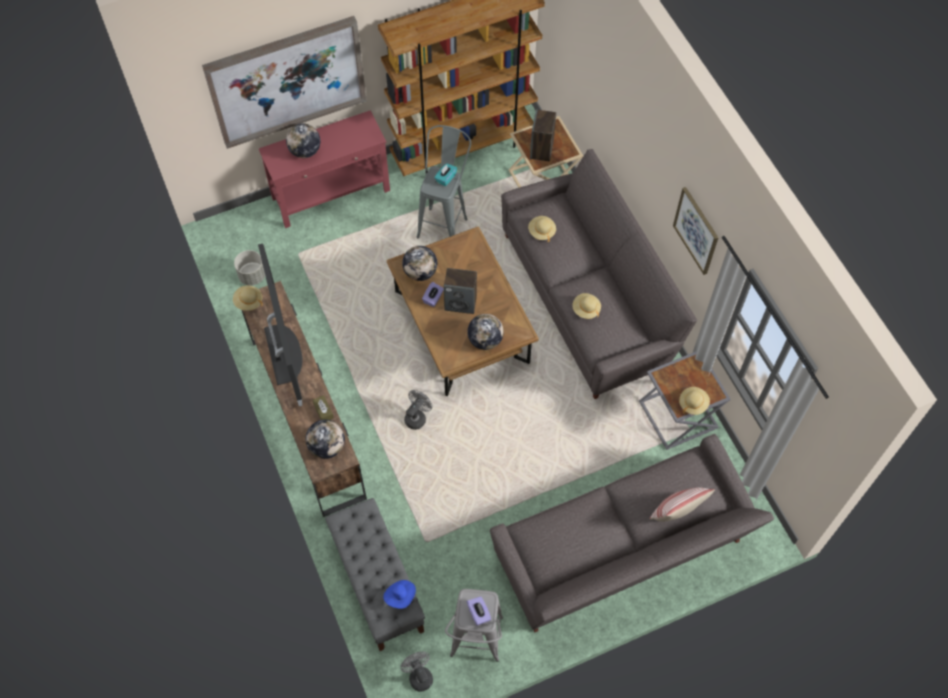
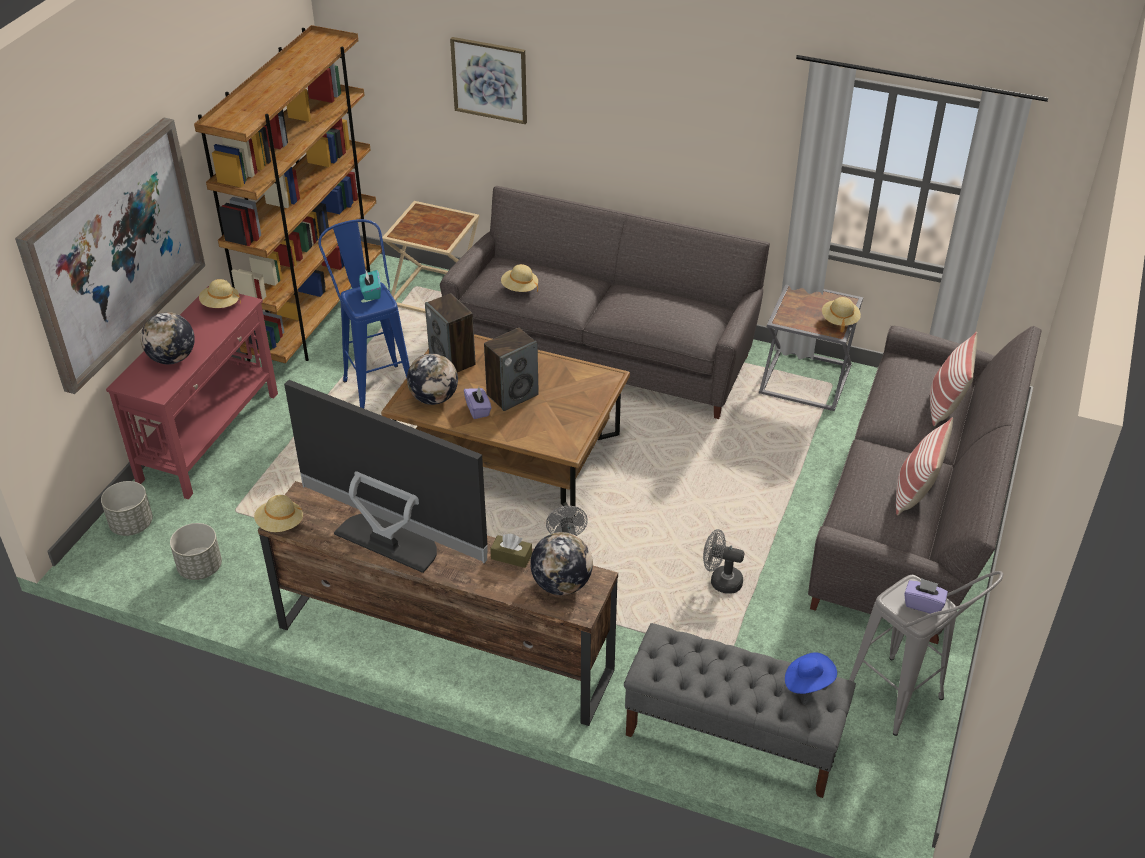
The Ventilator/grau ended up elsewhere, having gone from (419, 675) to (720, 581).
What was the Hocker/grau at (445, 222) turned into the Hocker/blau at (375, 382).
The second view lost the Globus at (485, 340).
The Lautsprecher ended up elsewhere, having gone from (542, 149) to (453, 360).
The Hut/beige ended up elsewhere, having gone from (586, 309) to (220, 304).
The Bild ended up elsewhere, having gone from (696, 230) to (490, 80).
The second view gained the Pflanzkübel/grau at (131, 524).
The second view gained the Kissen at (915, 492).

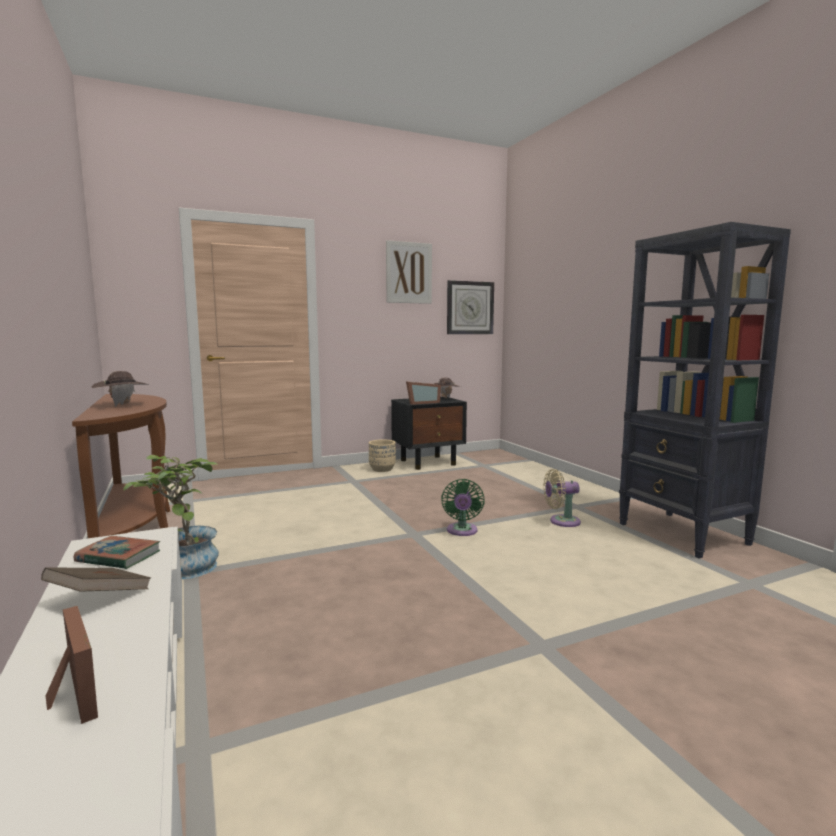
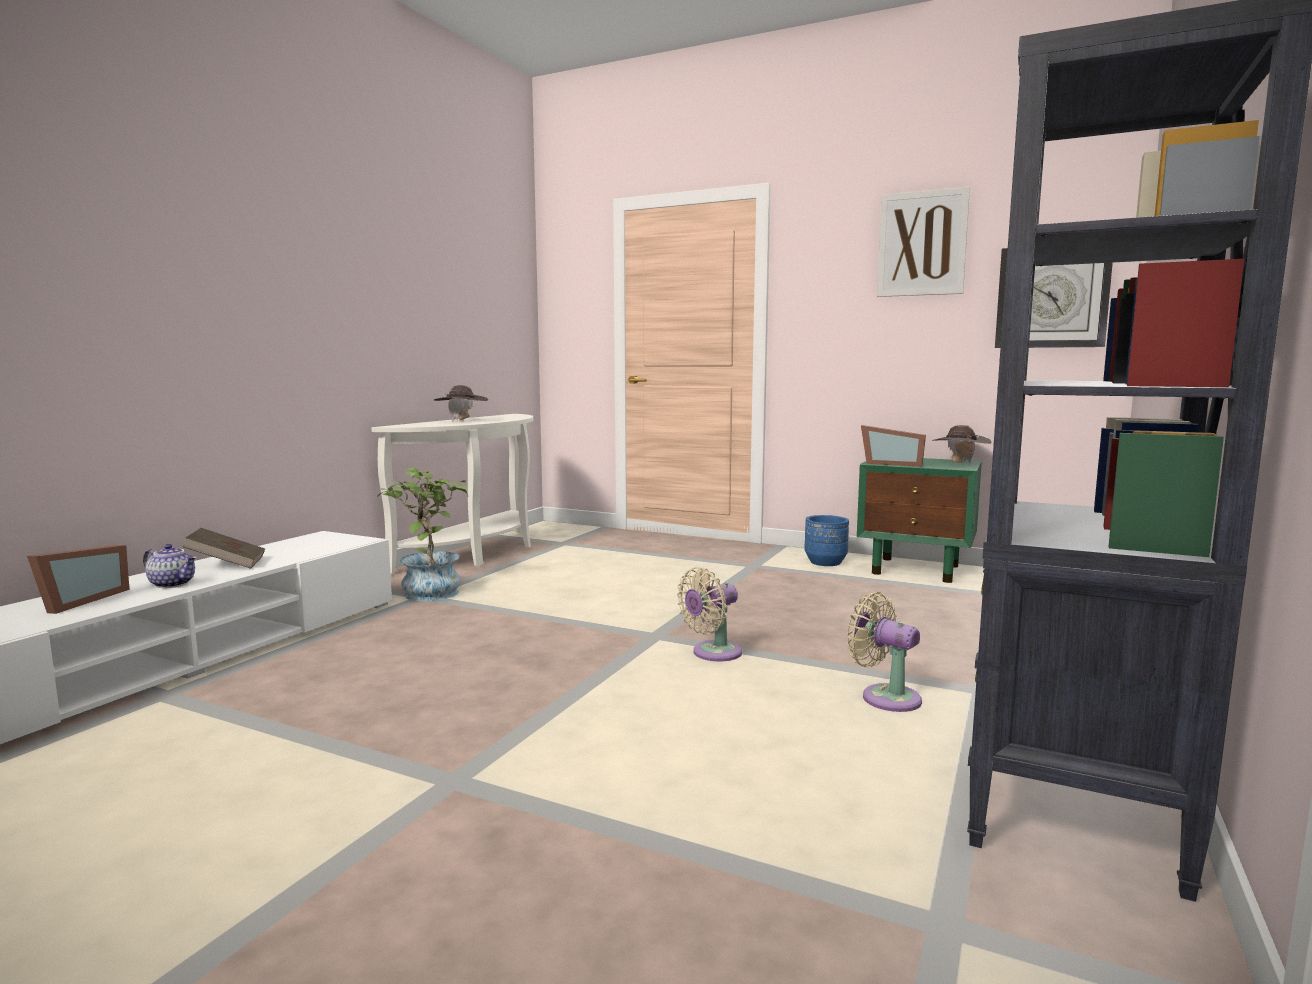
What was the Konsolentisch/braun at (135, 527) turned into the Konsolentisch/weiß at (479, 553).
The second view lost the Buch at (118, 557).
What was the Pflanzkübel/beige at (382, 469) turned into the Pflanzkübel/blau at (825, 562).
What was the Nachttisch/schwarz at (428, 462) turned into the Nachttisch/grün at (917, 570).
What was the Ventilator/grün at (462, 531) turned into the Ventilator/beige at (712, 653).
The second view gained the Teekanne at (173, 584).

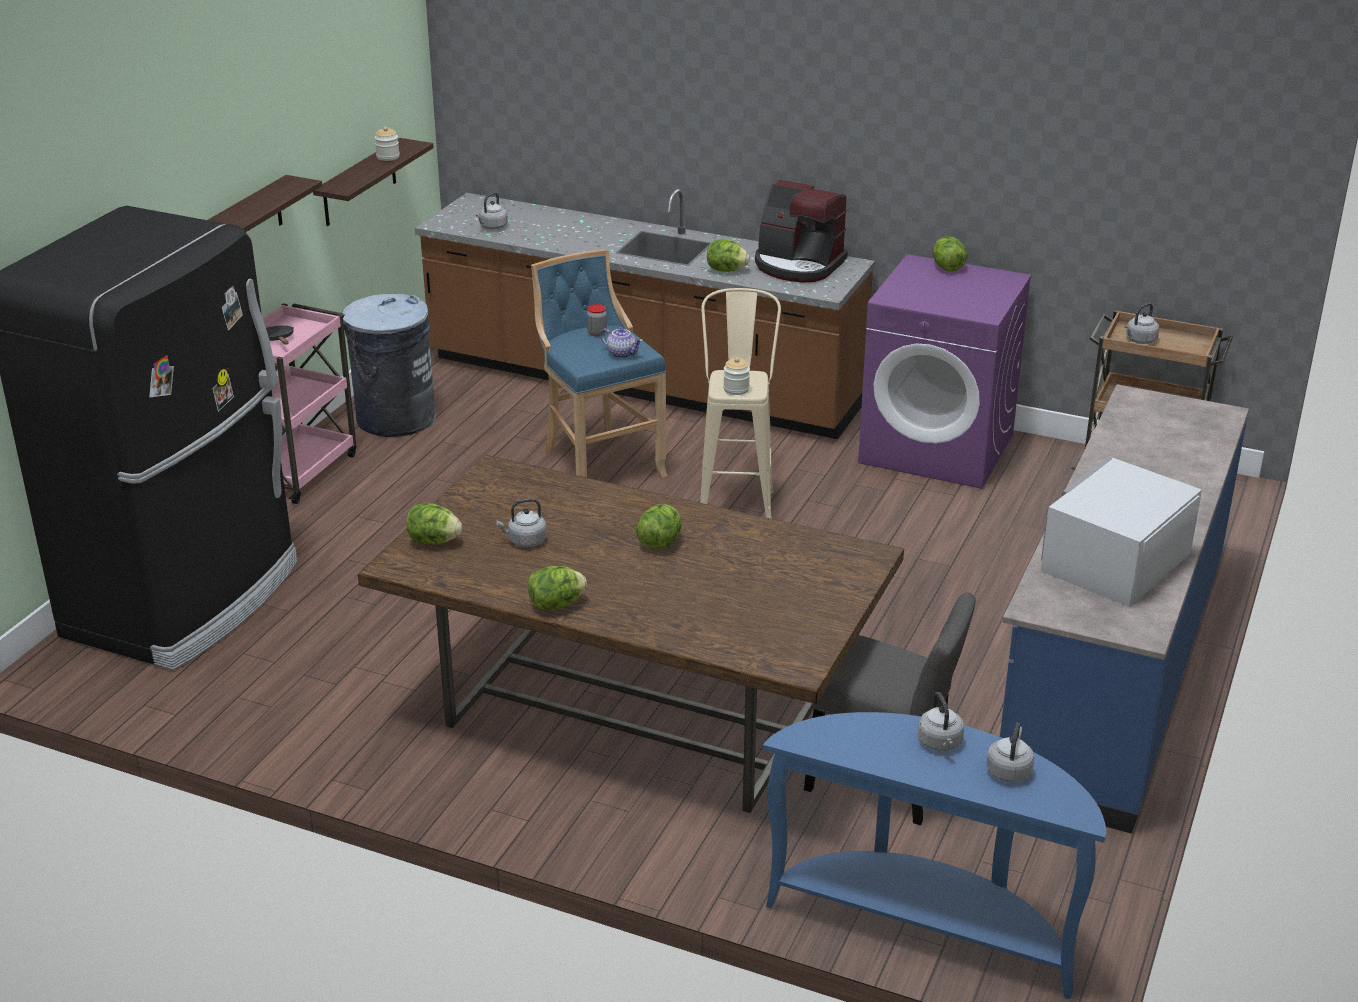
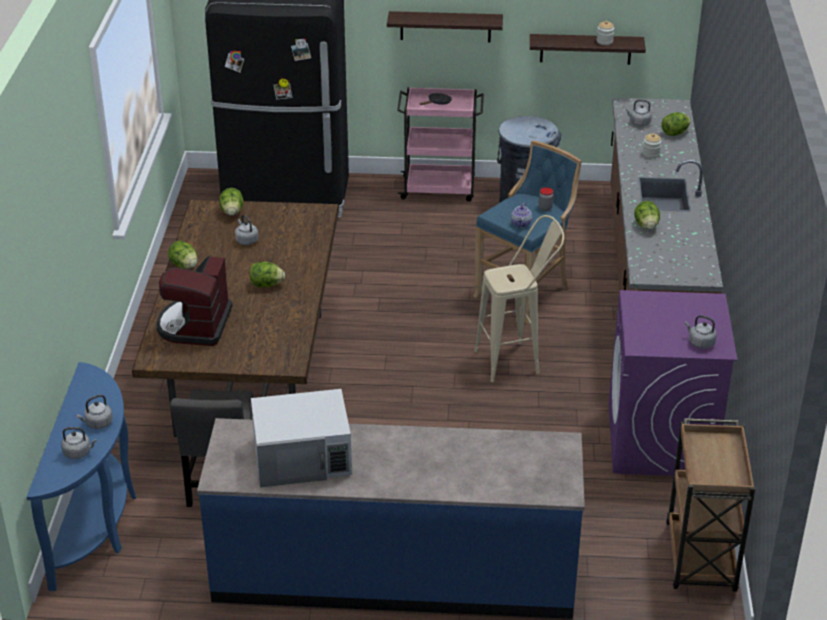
The Vorratsglas ended up elsewhere, having gone from (736, 389) to (651, 154).
The Kaffeemaschine ended up elsewhere, having gone from (798, 265) to (195, 325).
The Salatkopf ended up elsewhere, having gone from (947, 267) to (675, 133).
The Mikrowelle/weiß at (1114, 562) ended up facing another way, 150 degrees clockwise from before.
The Wasserkessel/grau ended up elsewhere, having gone from (1139, 340) to (700, 342).

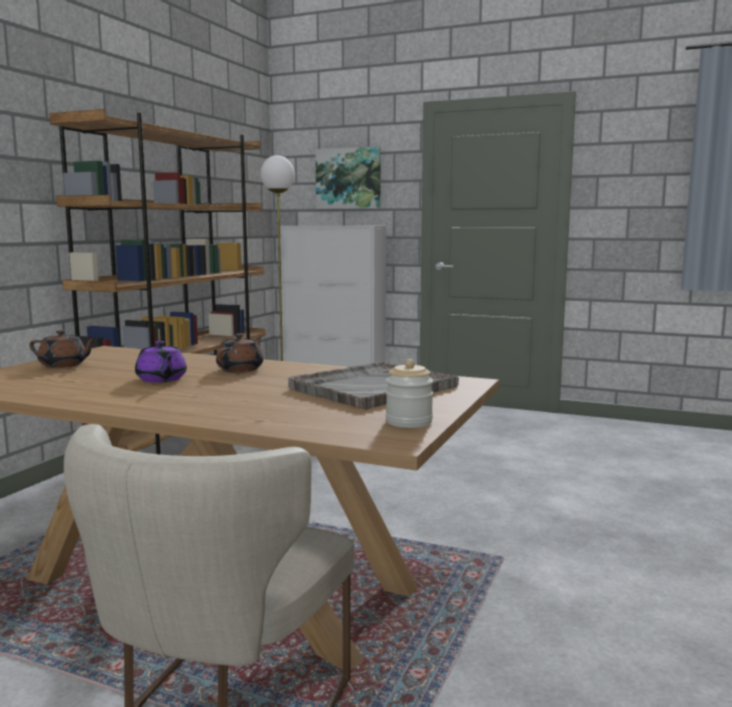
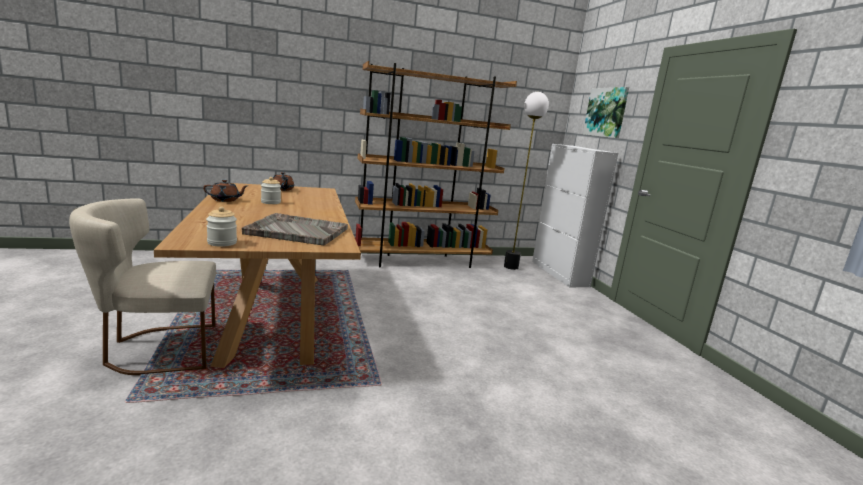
Where the Teekanne/lila stood at (161, 379), the Vorratsglas came to stand at (270, 202).
The Teekanne/braun ended up elsewhere, having gone from (241, 369) to (225, 200).

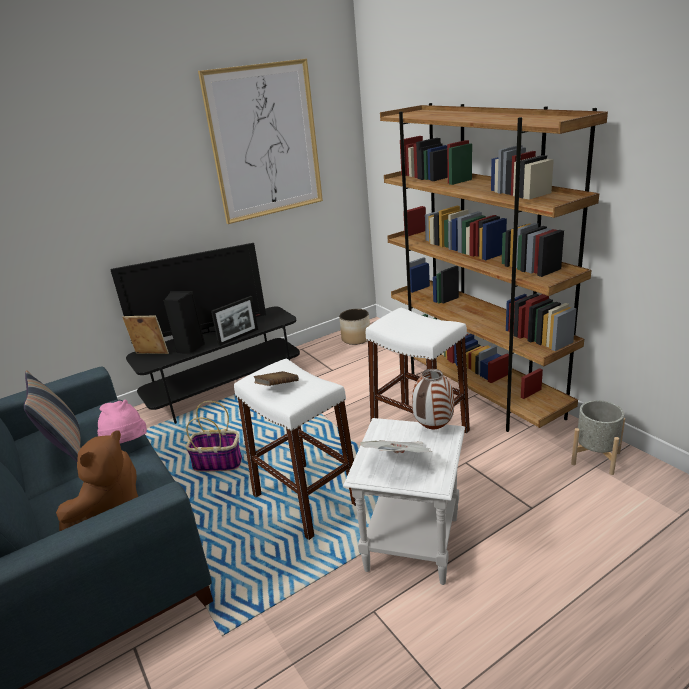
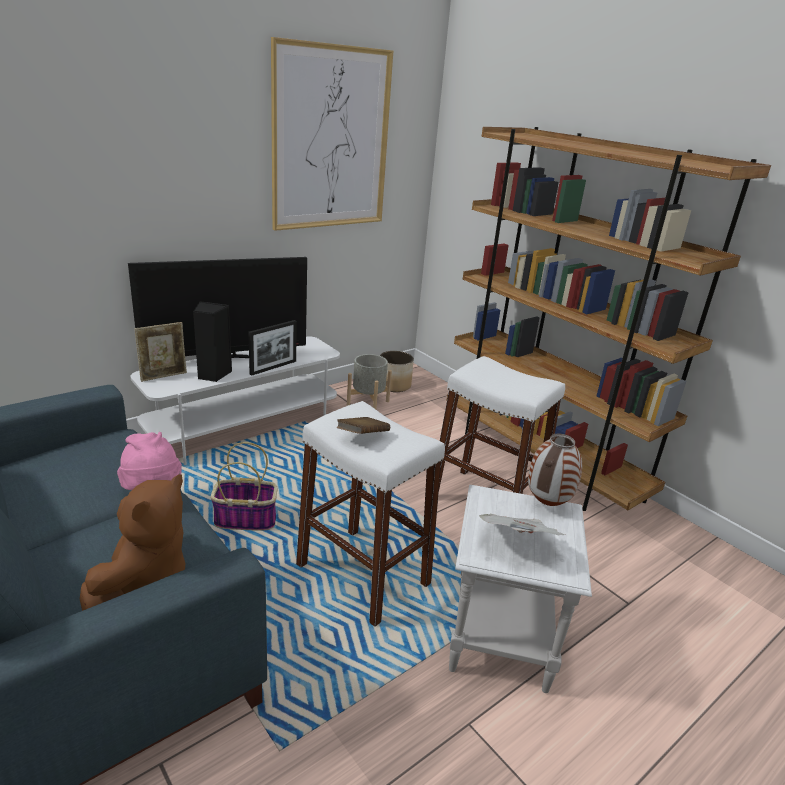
The second view lost the Kissen at (66, 448).
The Bilderrahmen at (151, 354) ended up facing another way, 135 degrees clockwise from before.
What was the Fernsehschrank/schwarz at (226, 389) turned into the Fernsehschrank/weiß at (245, 428).
The Pflanzkübel/grau ended up elsewhere, having gone from (595, 458) to (368, 403).

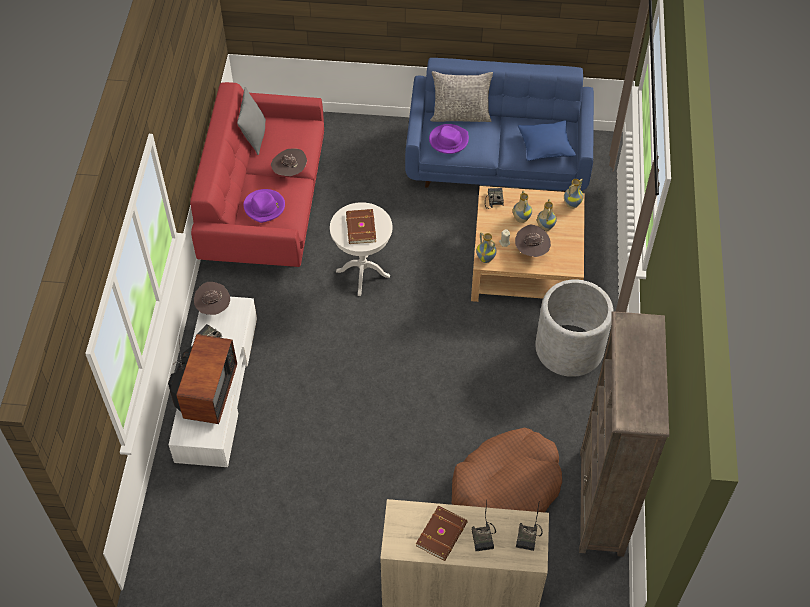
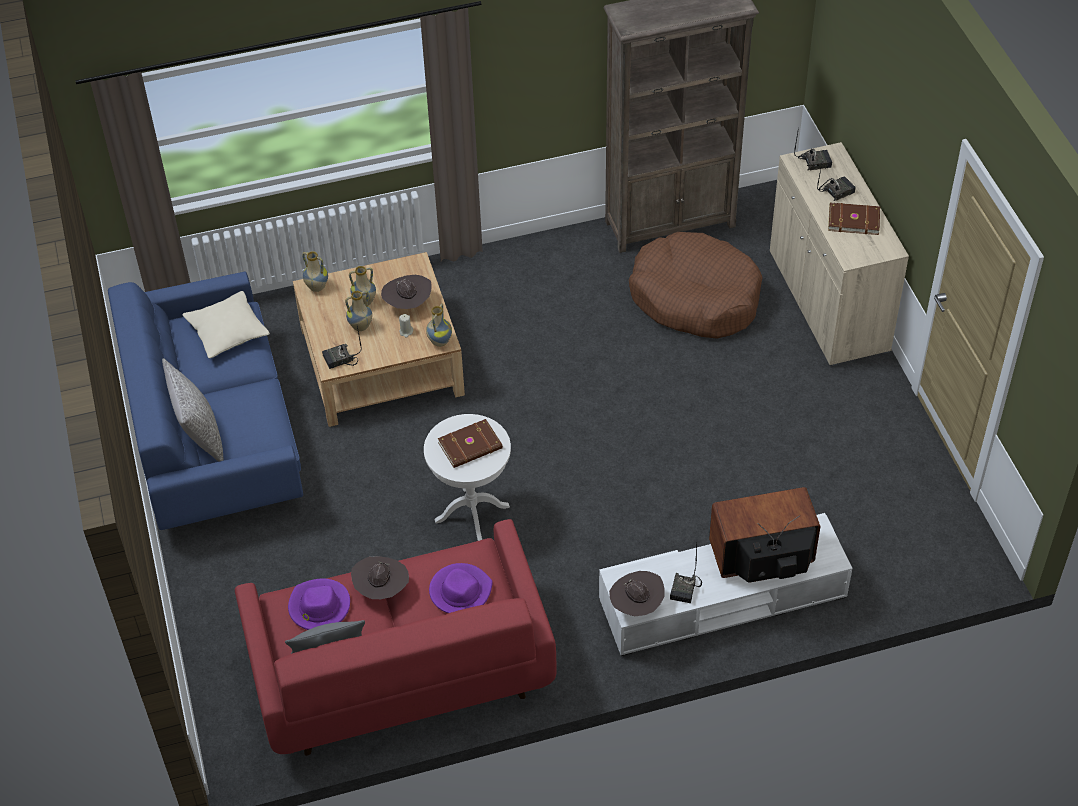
The Hut/lila ended up elsewhere, having gone from (448, 140) to (319, 607).
What was the Kissen/blau at (545, 146) turned into the Kissen/beige at (227, 332).
The second view lost the Pflanzkübel/grau at (569, 348).

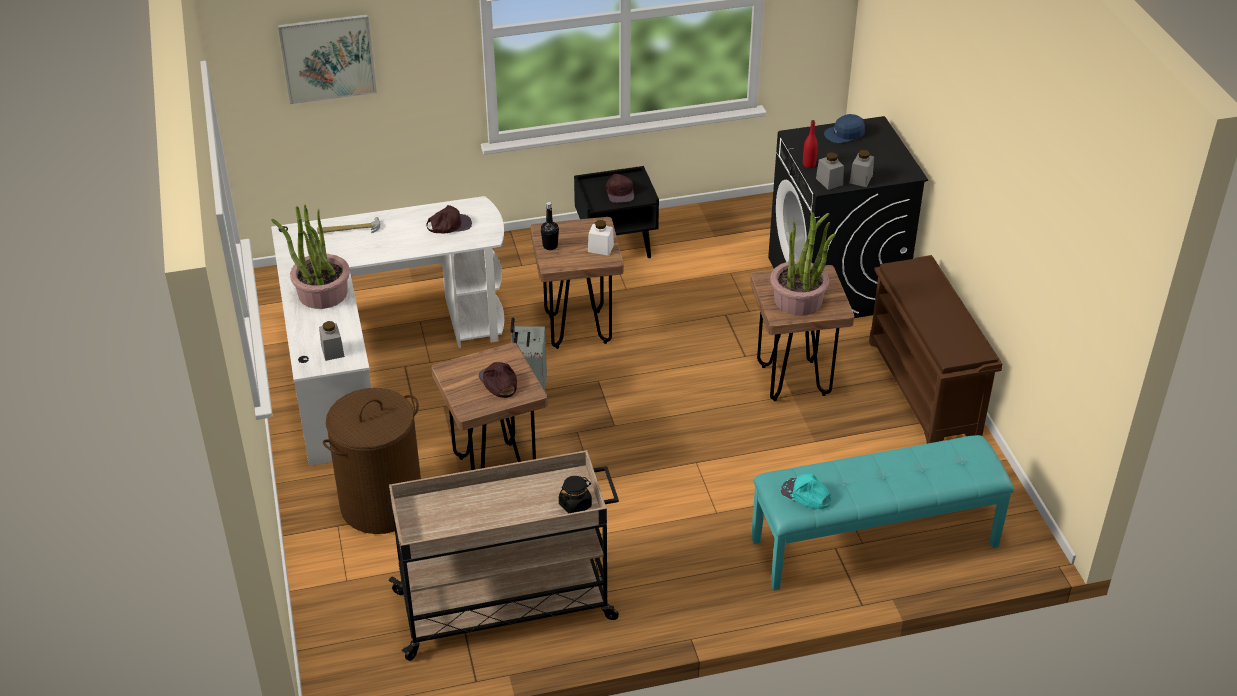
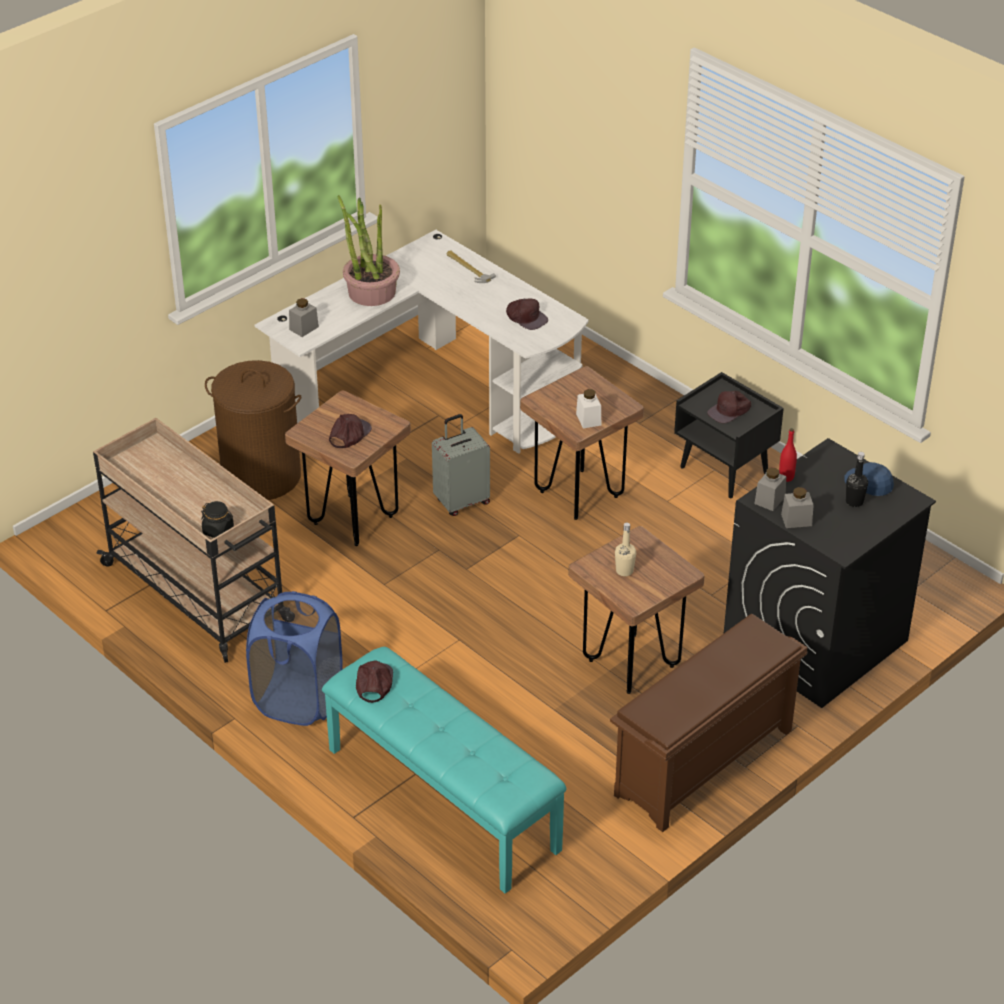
The second view lost the Bild at (328, 58).
The Flasche/schwarz ended up elsewhere, having gone from (550, 246) to (854, 502).
Where the Topfpflanze stood at (798, 300), the Flasche/beige came to stand at (624, 571).
What was the Kappe/türkis at (806, 495) turned into the Kappe/braun at (374, 683).
The second view gained the Wäschekorb/blau at (298, 700).

